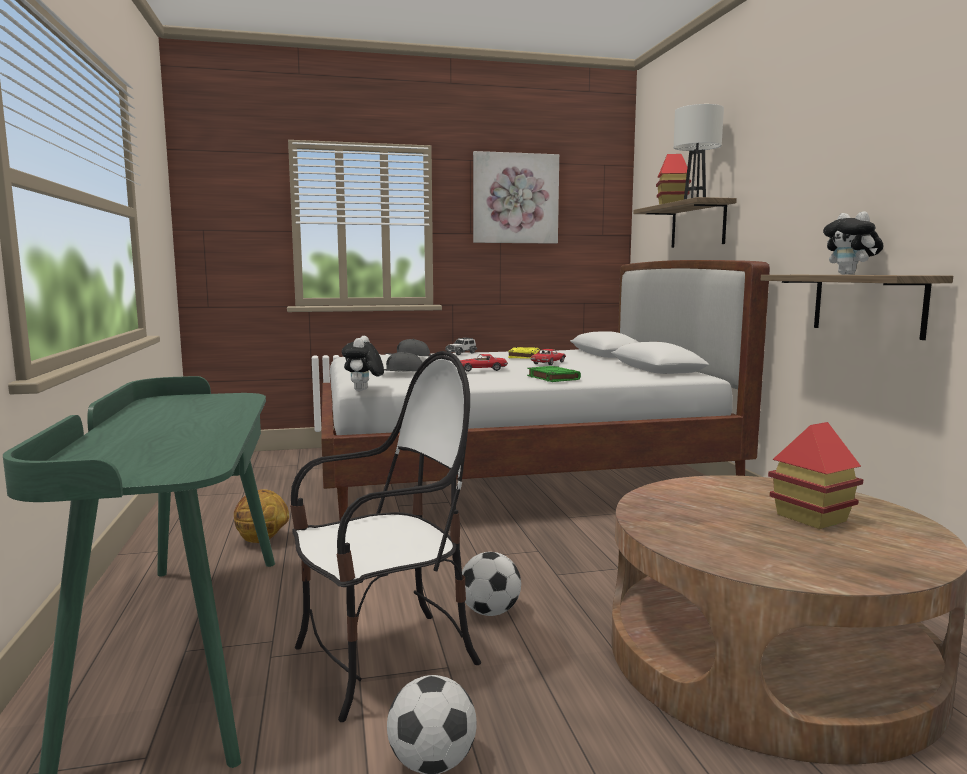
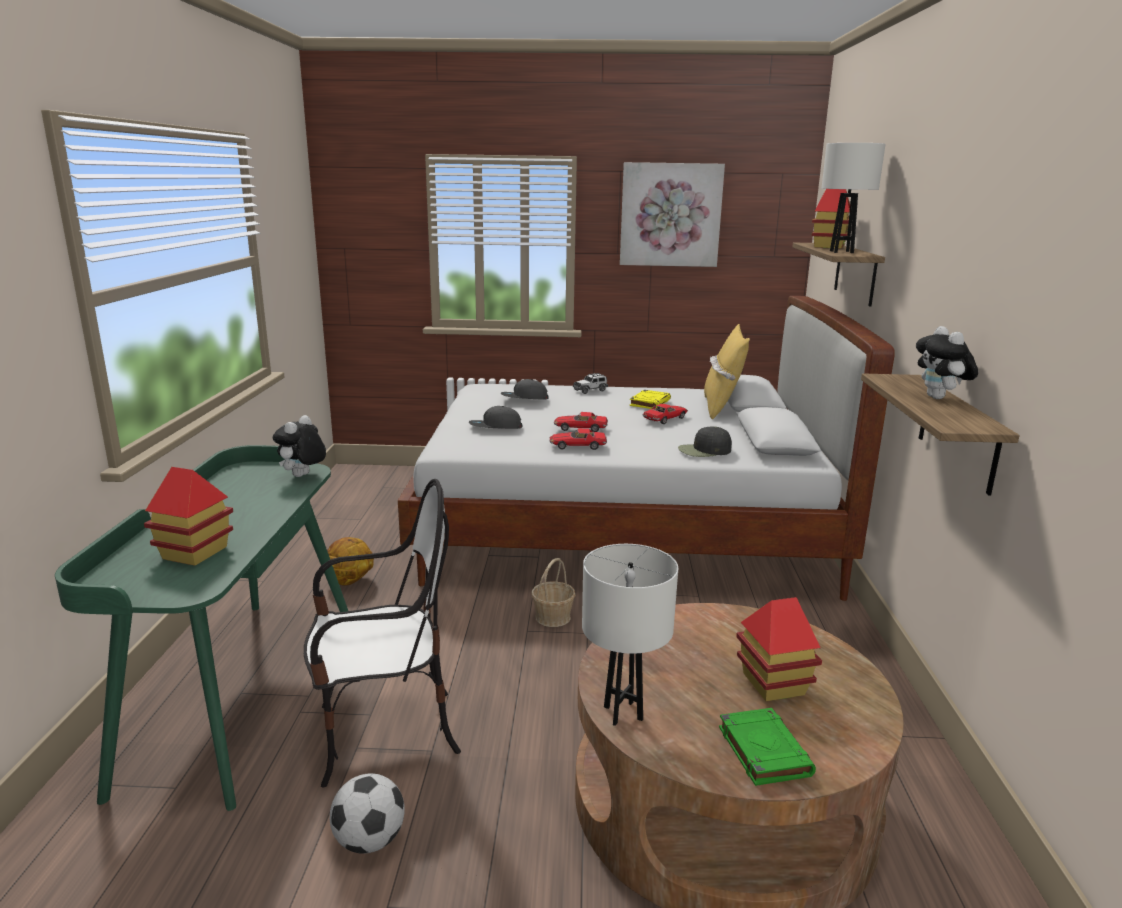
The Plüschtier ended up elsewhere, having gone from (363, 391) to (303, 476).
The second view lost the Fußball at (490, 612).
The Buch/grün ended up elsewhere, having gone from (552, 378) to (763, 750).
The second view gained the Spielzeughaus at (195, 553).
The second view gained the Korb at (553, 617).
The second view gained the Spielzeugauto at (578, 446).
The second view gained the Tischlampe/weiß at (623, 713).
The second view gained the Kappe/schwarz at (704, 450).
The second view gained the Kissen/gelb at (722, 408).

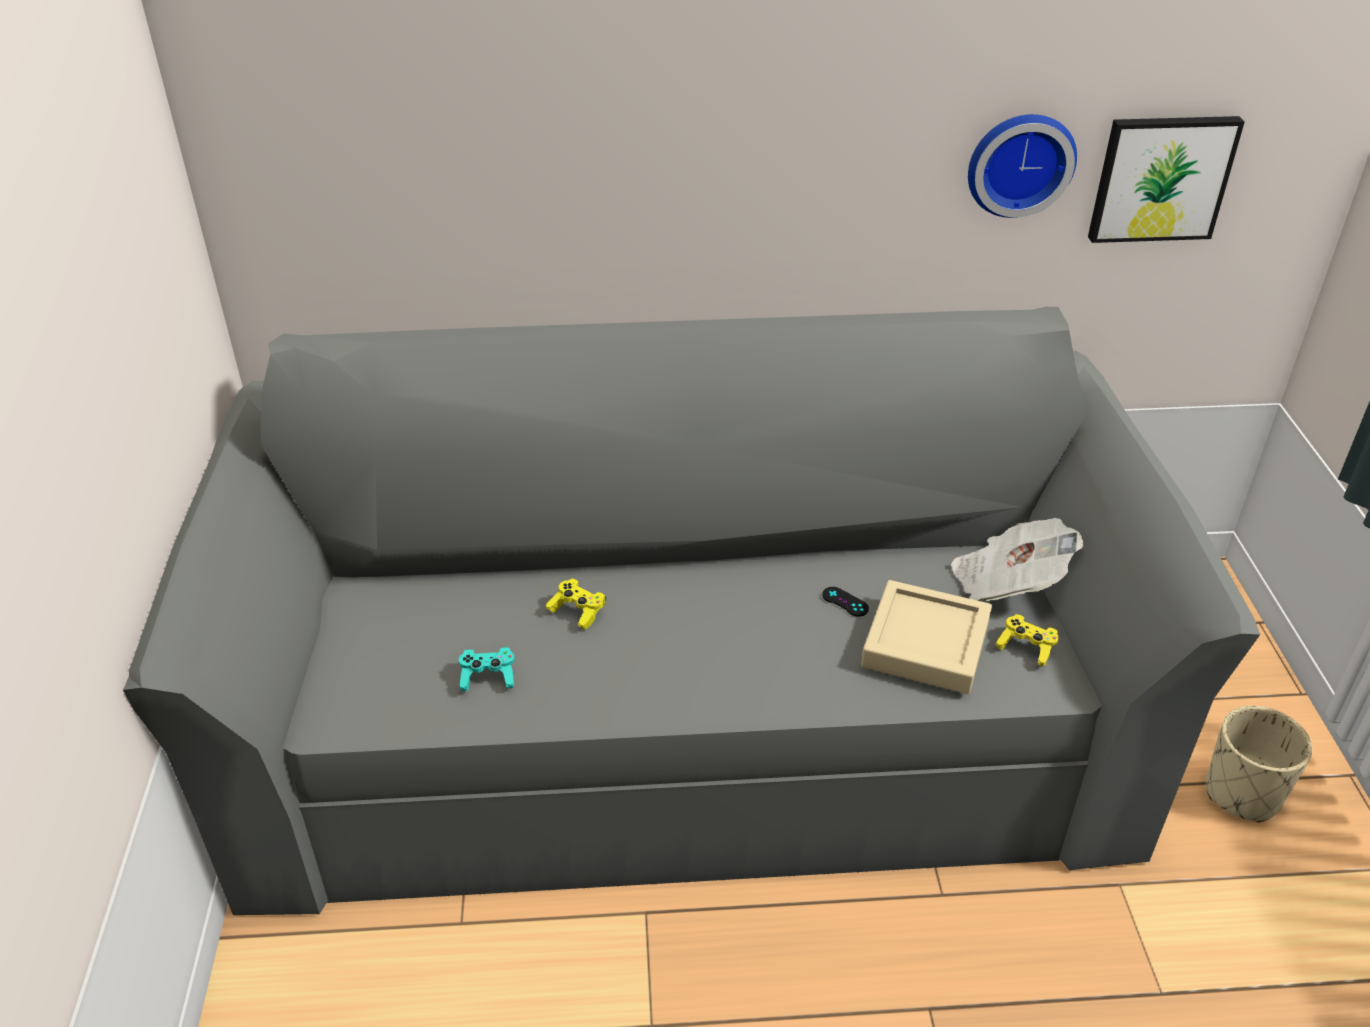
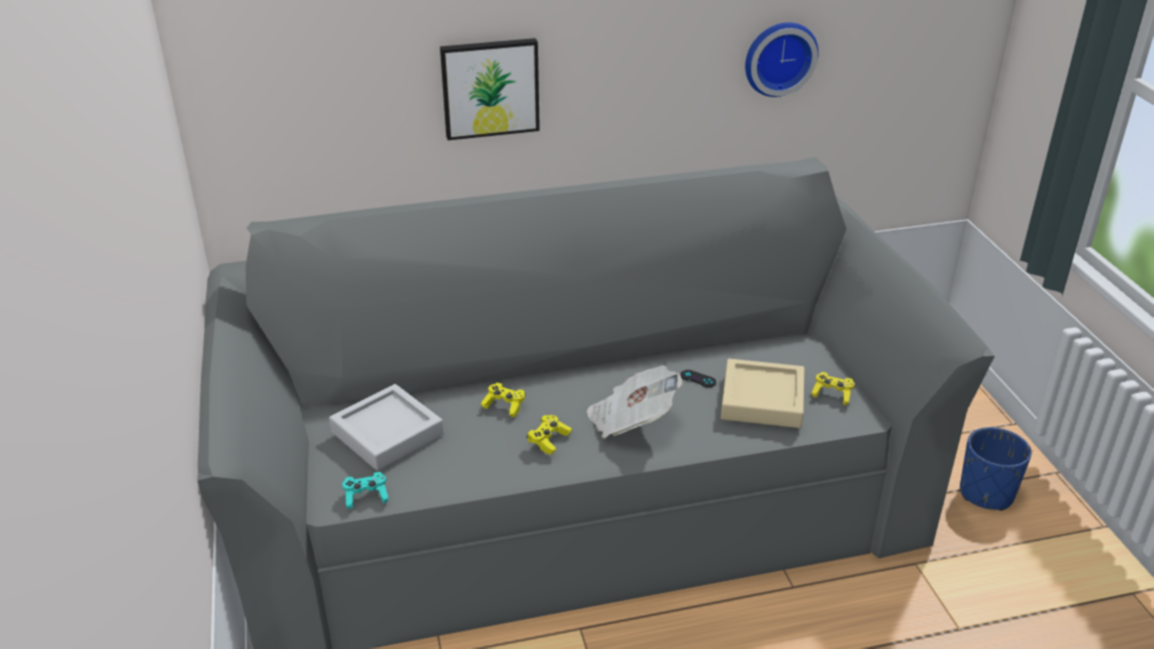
The Gamepad/türkis ended up elsewhere, having gone from (488, 677) to (366, 496).
The Zeitung ended up elsewhere, having gone from (1008, 582) to (631, 420).
The Bild ended up elsewhere, having gone from (1161, 178) to (490, 87).
What was the Pflanzkübel/beige at (1242, 793) turned into the Pflanzkübel/blau at (986, 493).
The second view gained the Tablett/grau at (387, 433).
The second view gained the Gamepad/gelb at (549, 440).

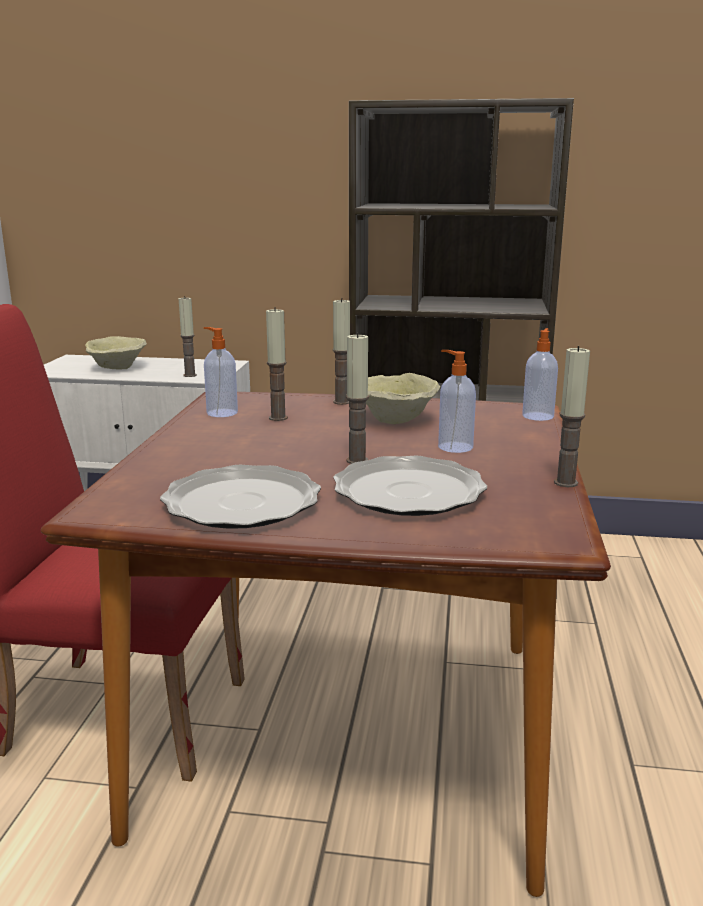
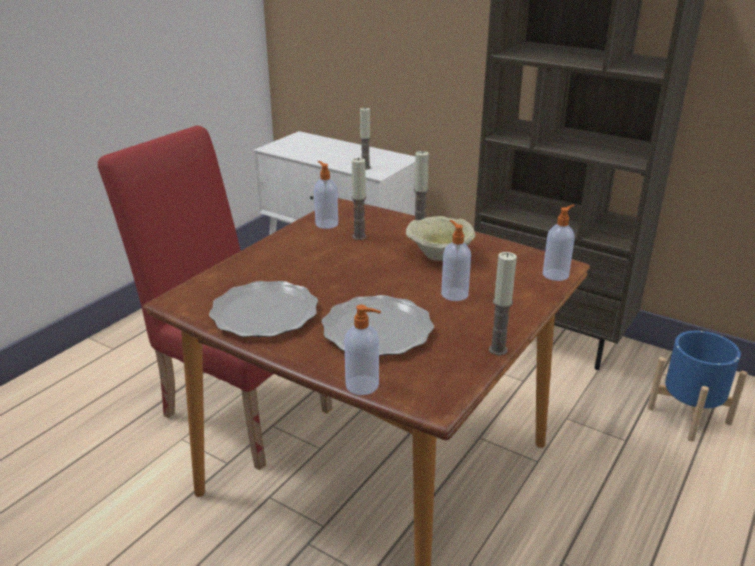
The second view lost the Schüssel/beige at (117, 368).
The second view lost the Kerze at (357, 460).
The second view gained the Seifenspender at (363, 385).
The second view gained the Pflanzkübel/blau at (689, 415).

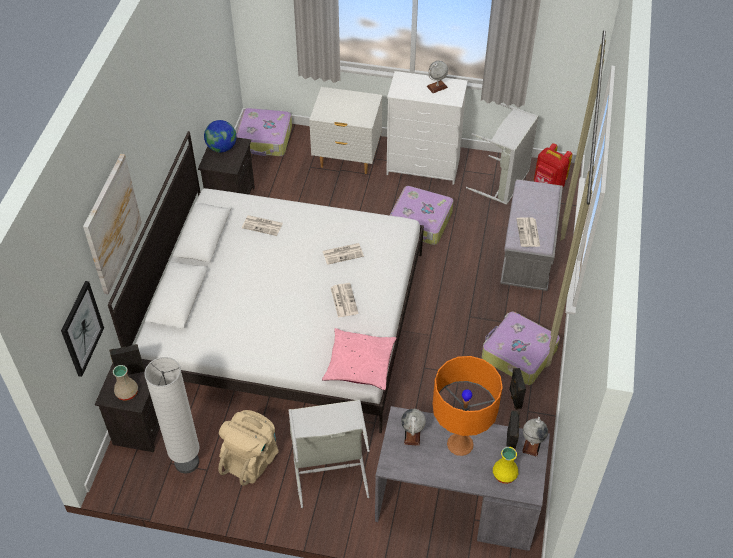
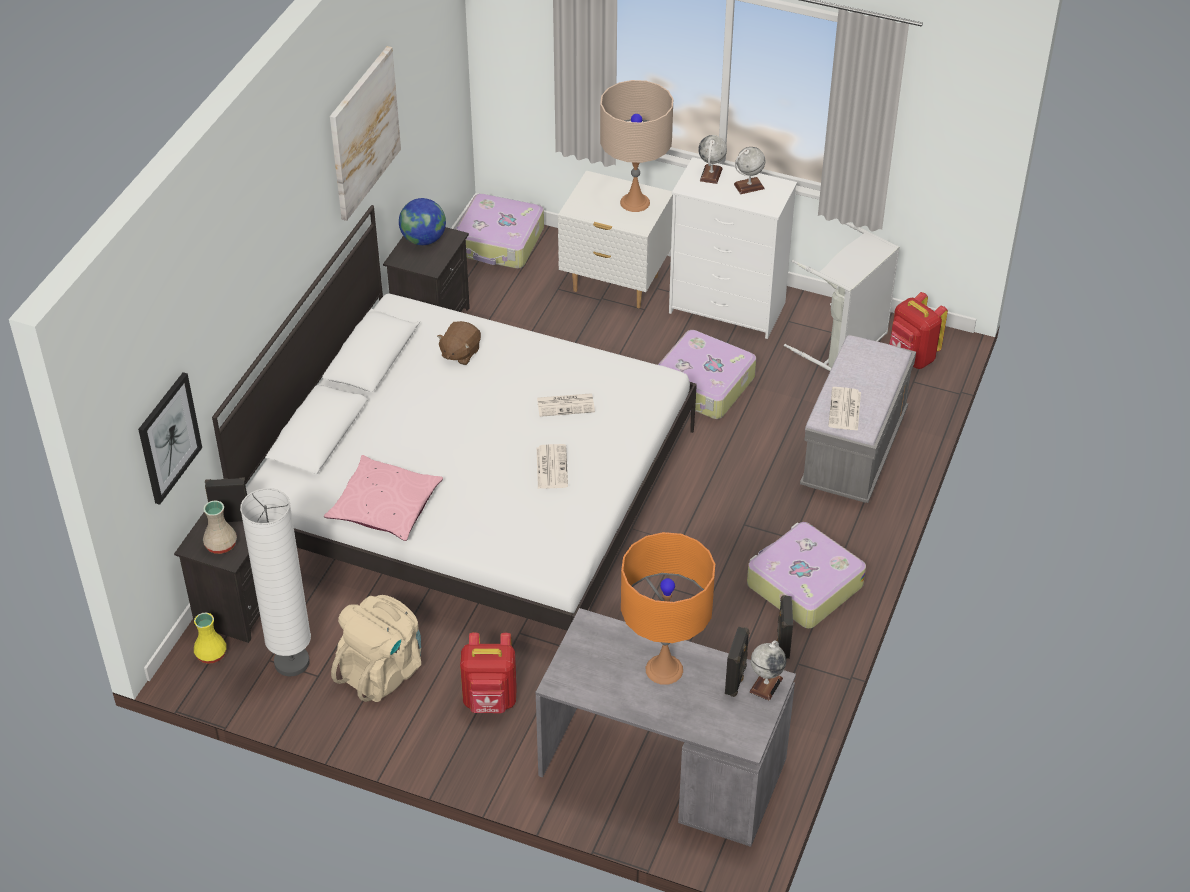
The Bild ended up elsewhere, having gone from (112, 224) to (364, 132).
Where the Zeitung stood at (263, 225), the Plüschtier/braun came to stand at (460, 353).
Where the Wäschekorb/grau stood at (330, 470), the Rucksack/rot came to stand at (490, 701).
The Kissen/rosa ended up elsewhere, having gone from (359, 364) to (384, 506).
The Globus ended up elsewhere, having gone from (412, 435) to (711, 174).
The Vase/gelb ended up elsewhere, having gone from (504, 474) to (211, 653).
The second view gained the Tischlampe/beige at (635, 202).

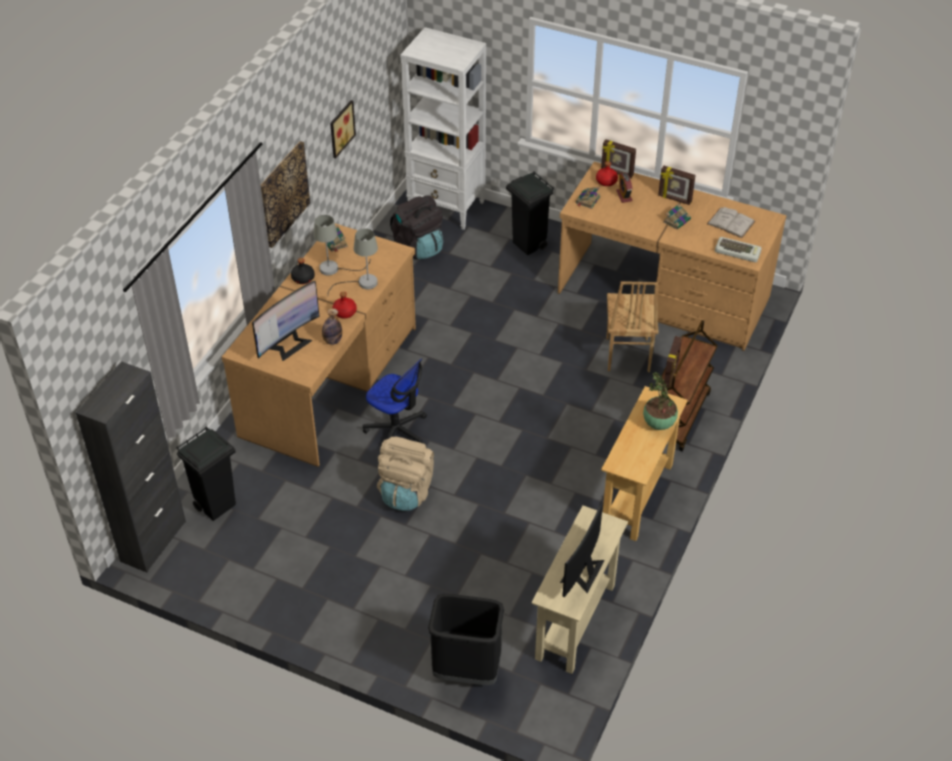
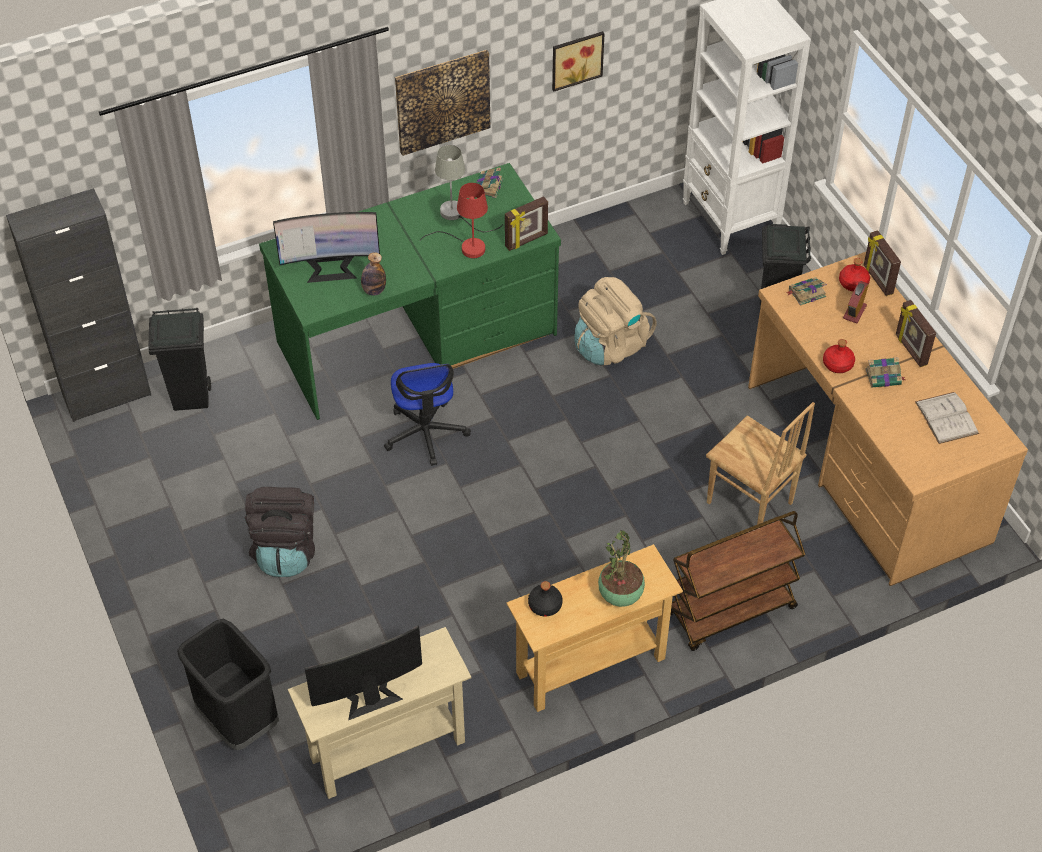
What was the Schreibtisch/braun at (331, 382) turned into the Schreibtisch/grün at (417, 340).
The Flasche/schwarz ended up elsewhere, having gone from (303, 278) to (545, 605).
What was the Tischlampe/grau at (362, 284) turned into the Tischlampe/rot at (466, 247).
The Flasche/rot ended up elsewhere, having gone from (345, 312) to (837, 364).
The Rucksack/beige ended up elsewhere, having gone from (406, 491) to (610, 346).
The Rucksack/schwarz ended up elsewhere, having gone from (419, 246) to (286, 550).
The Stuhl/braun at (626, 355) ended up facing another way, 90 degrees counterclockwise from before.
The Bilderrahmen ended up elsewhere, having gone from (671, 375) to (526, 241).
The second view lost the Tastatur at (738, 252).

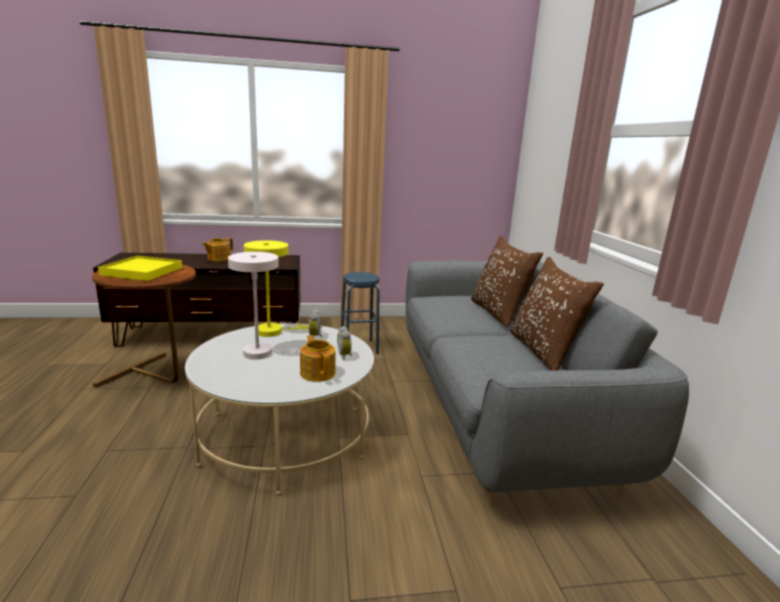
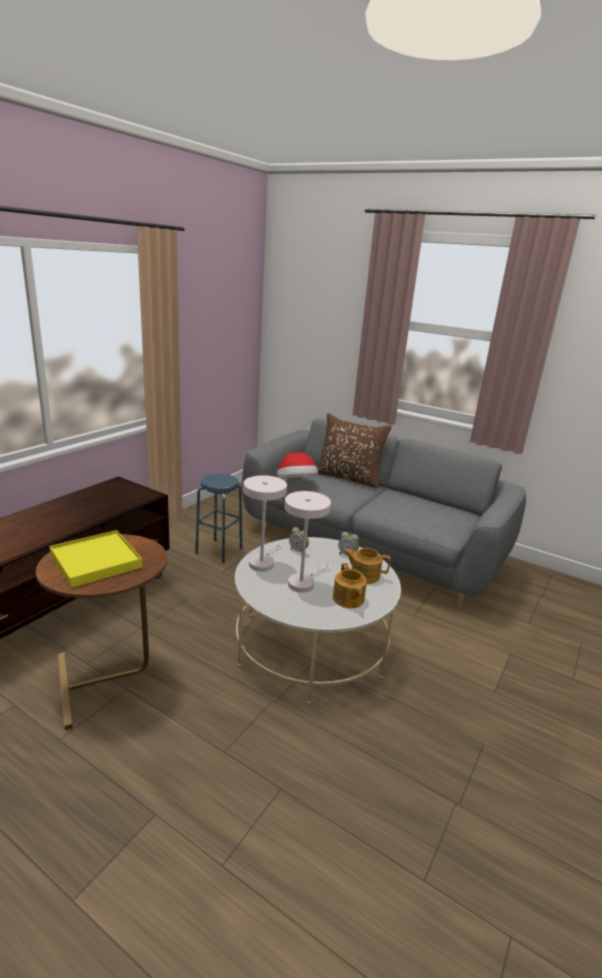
The Teekanne ended up elsewhere, having gone from (218, 258) to (348, 599).
What was the Tischlampe/gelb at (274, 331) turned into the Tischlampe/weiß at (263, 562).
The second view lost the Kissen/braun at (543, 351).
The second view gained the Hut at (296, 483).

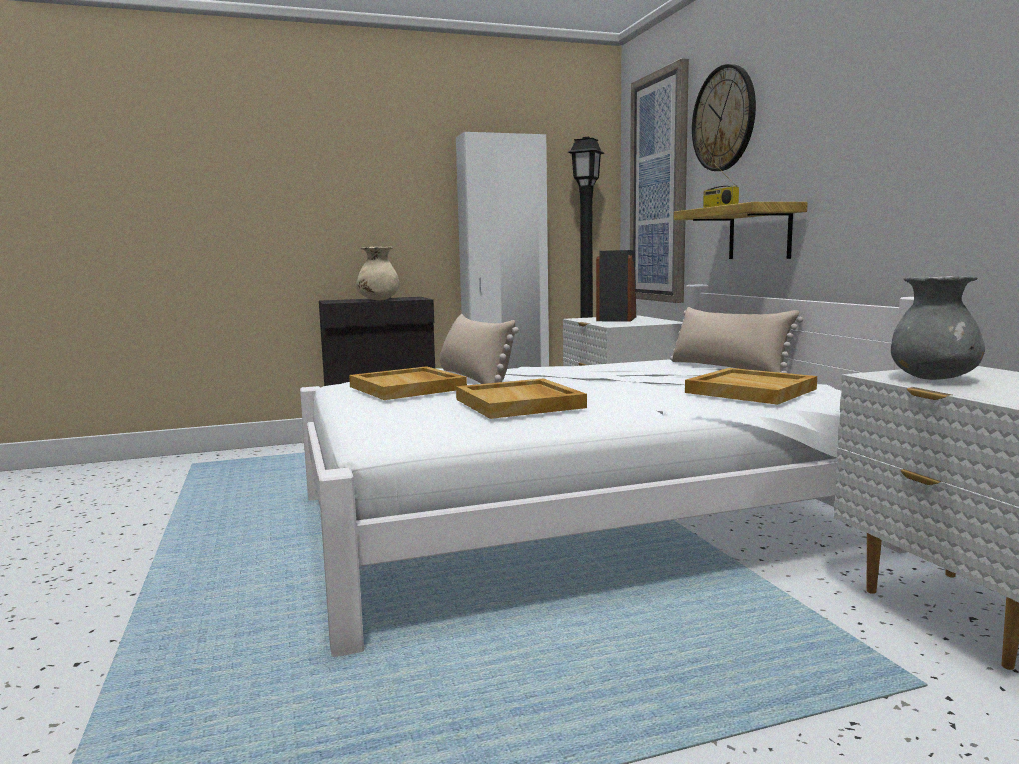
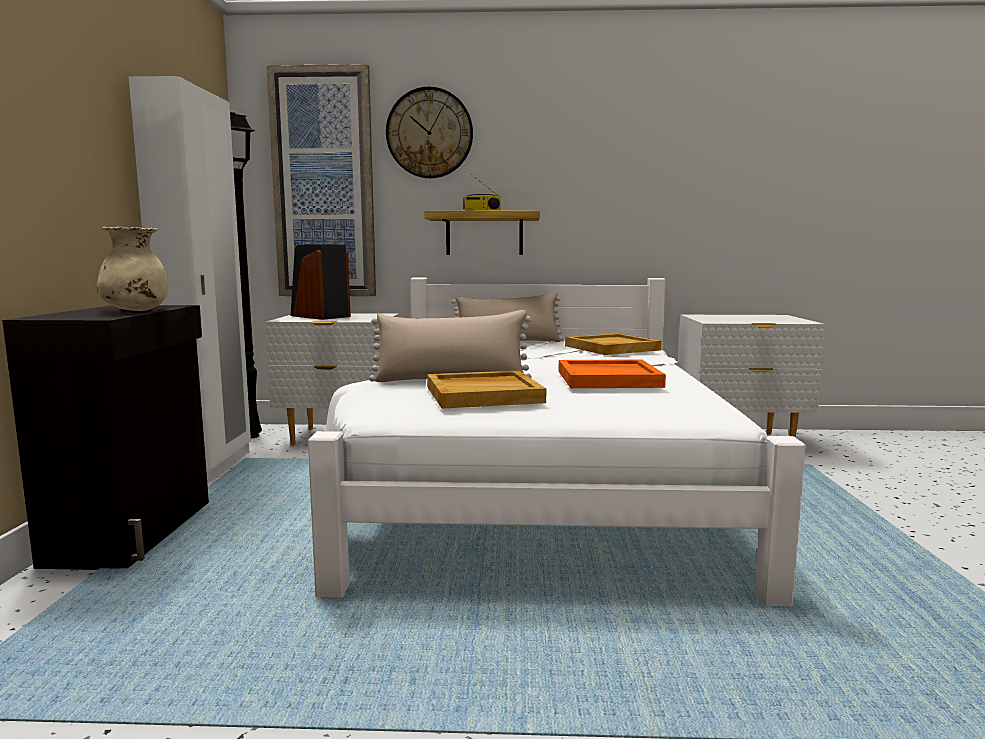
What was the Tablett/beige at (520, 403) turned into the Tablett/orange at (609, 379).
The second view lost the Vase/grau at (933, 379).

